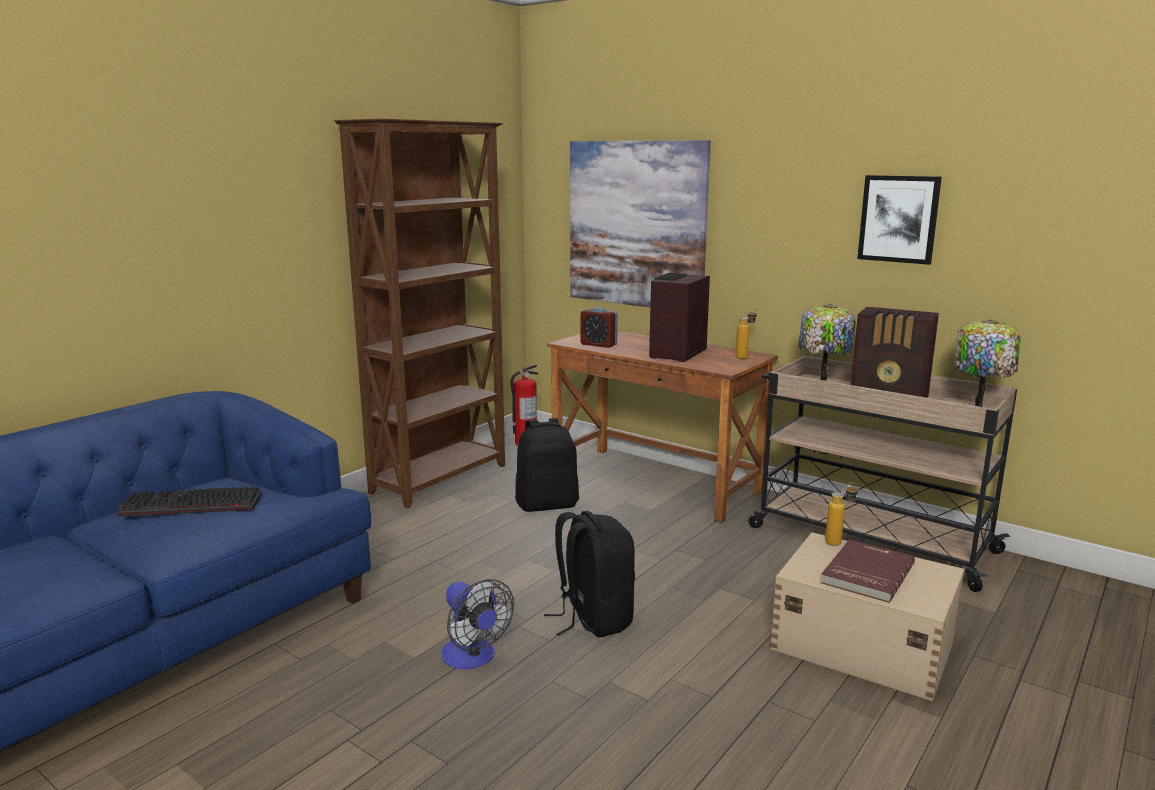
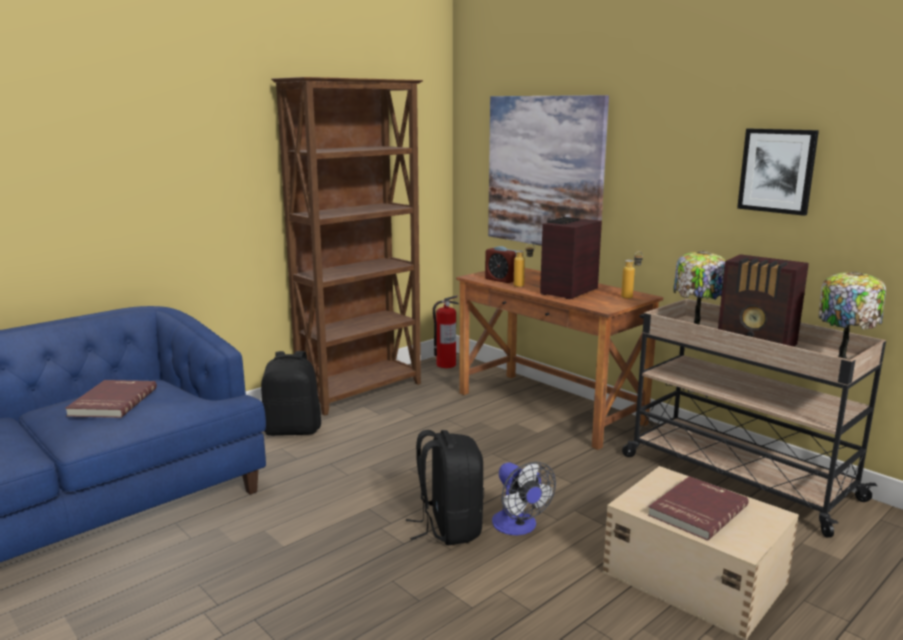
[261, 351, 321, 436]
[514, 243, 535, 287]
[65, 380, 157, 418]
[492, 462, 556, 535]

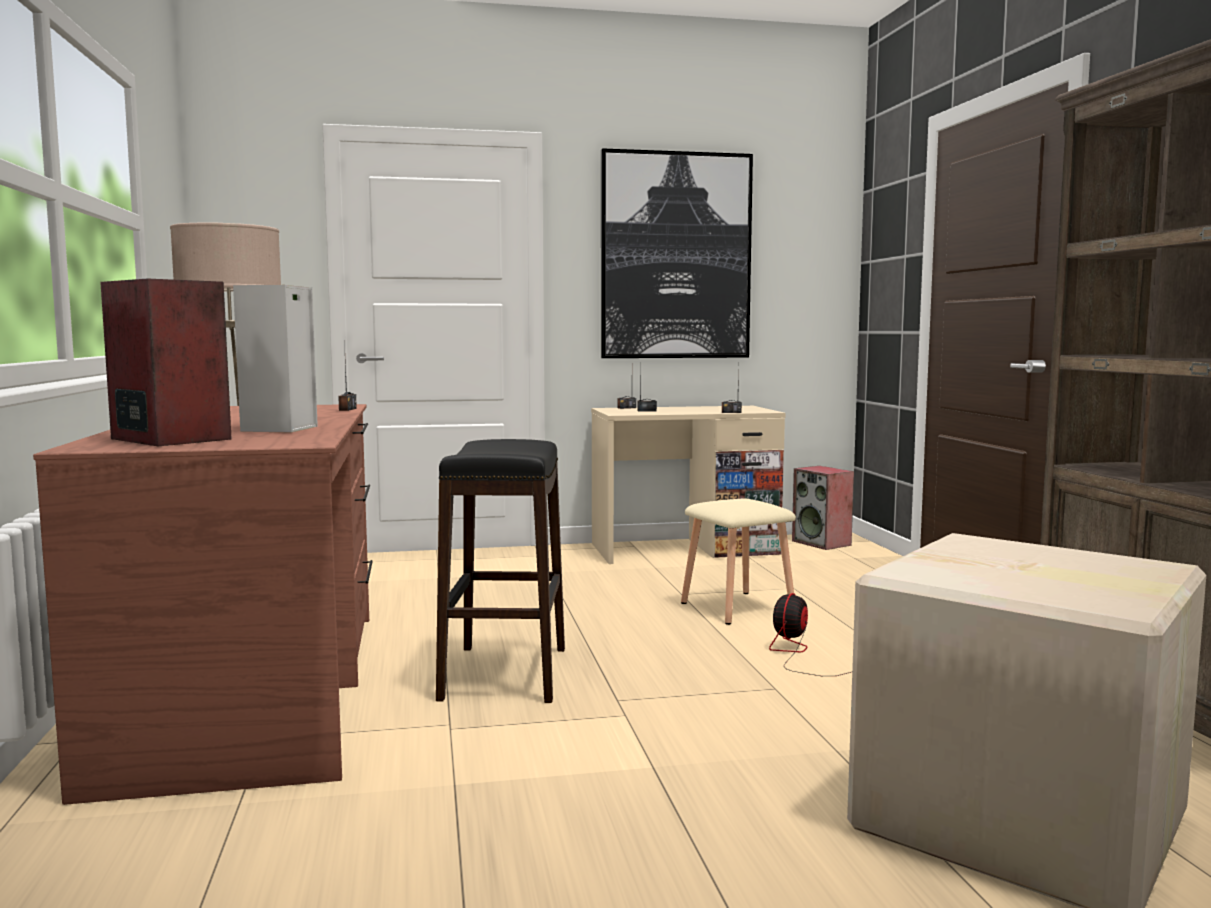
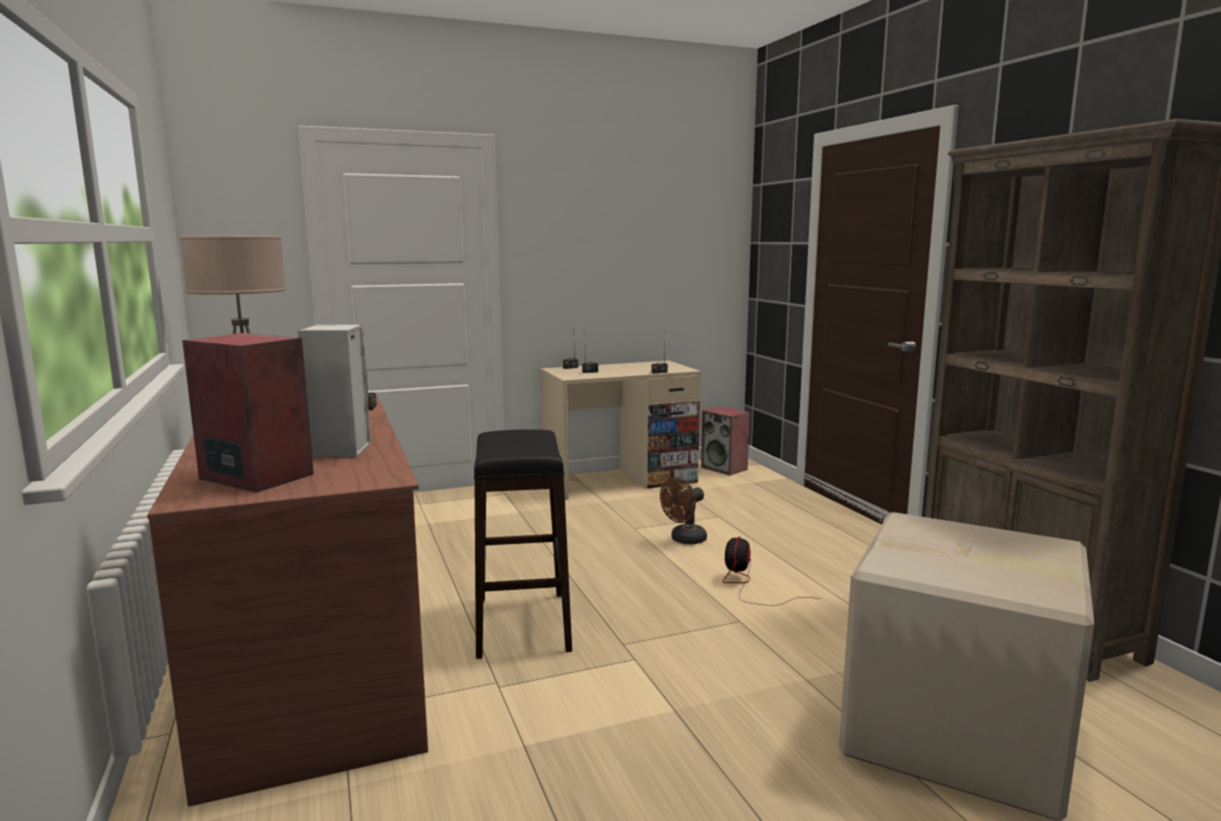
[601, 148, 753, 358] (first image)
[660, 477, 707, 545]

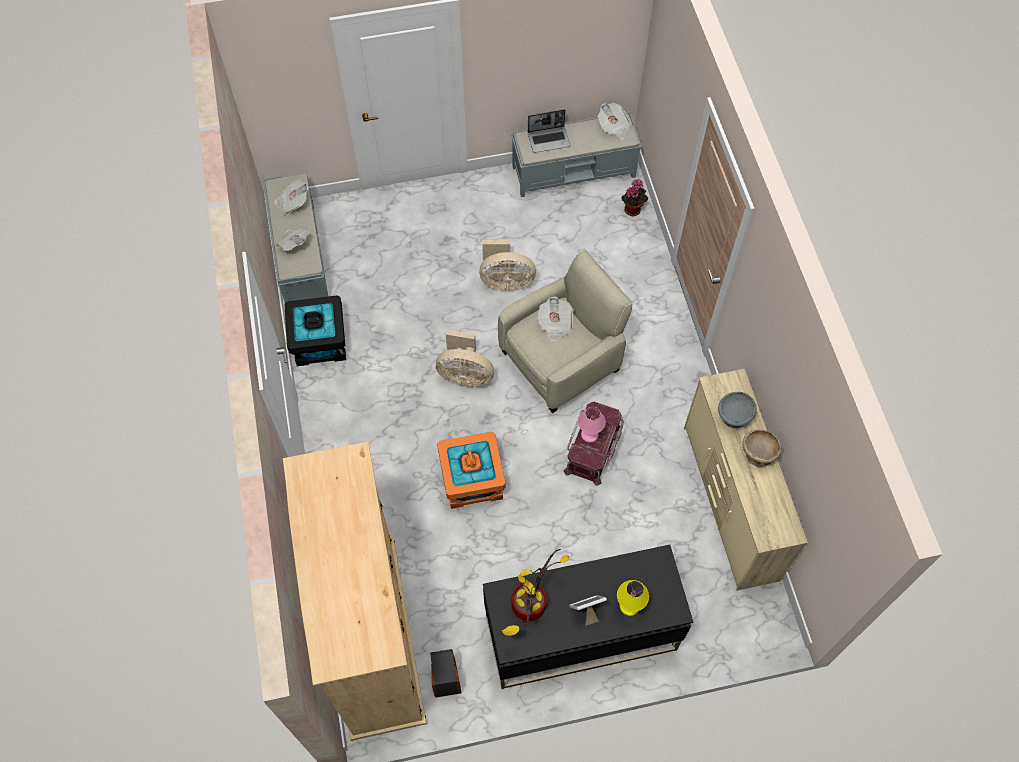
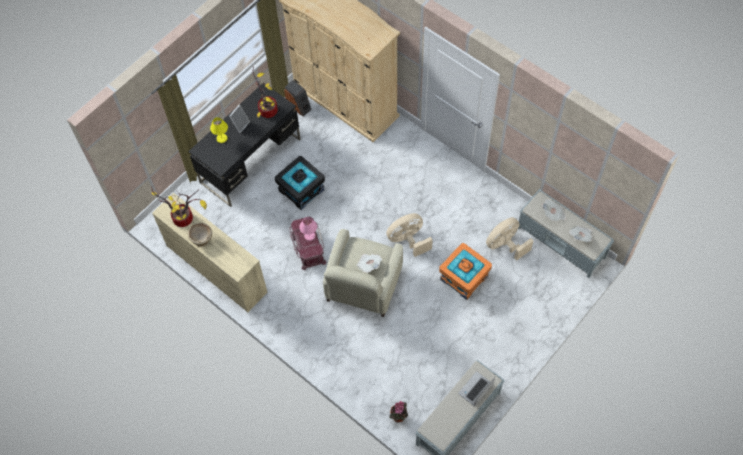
[598, 103, 631, 140] (first image)
[486, 217, 534, 261]
[275, 156, 325, 210]
[718, 392, 757, 428] (first image)
[439, 243, 492, 300]
[151, 186, 207, 227]

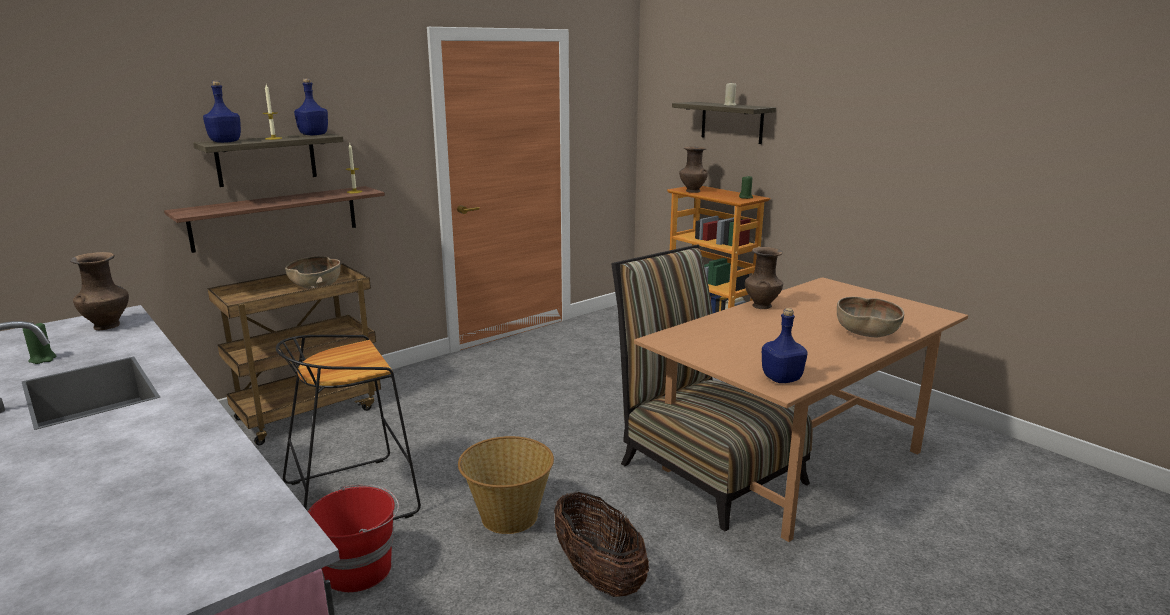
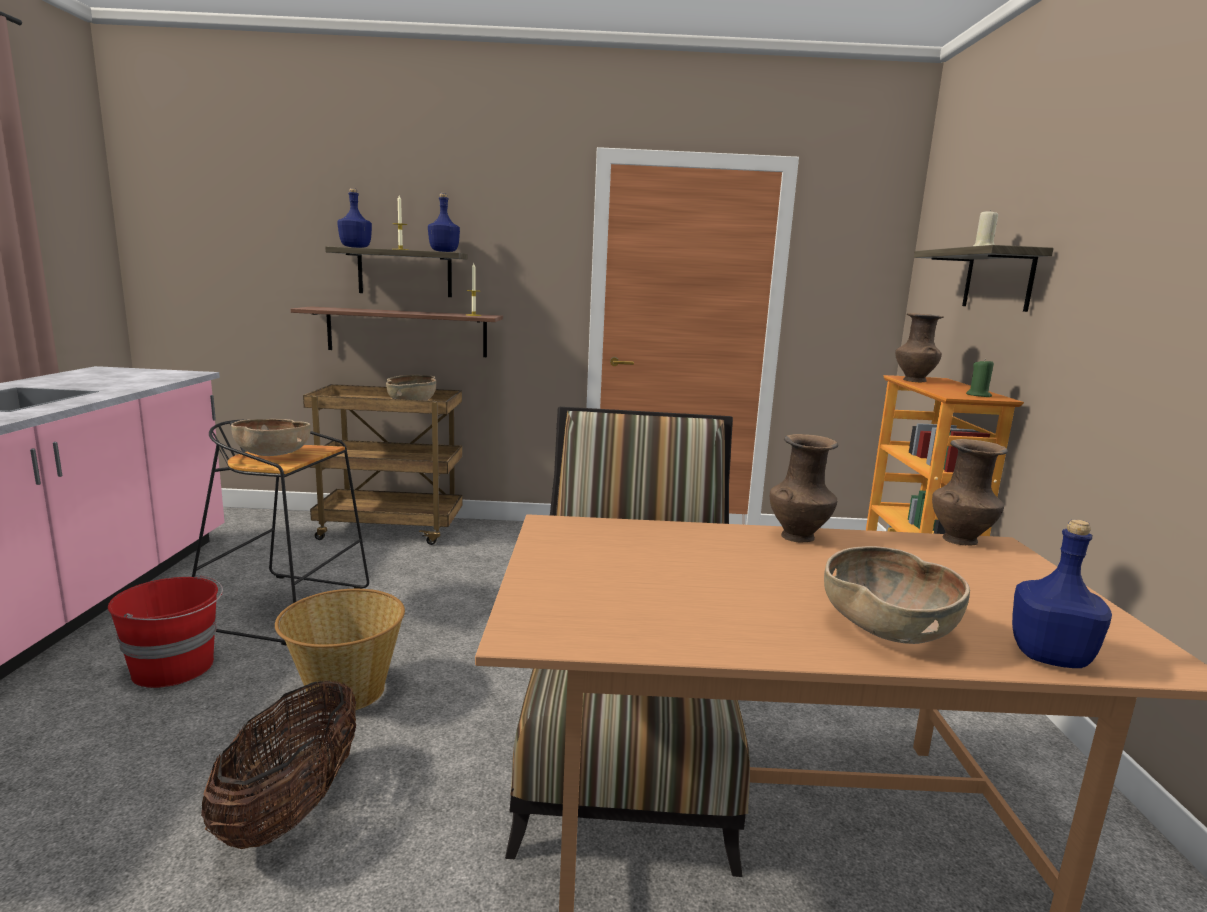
[932, 439, 1008, 545]
[1012, 519, 1112, 668]
[23, 322, 56, 364] (first image)
[231, 419, 311, 456]

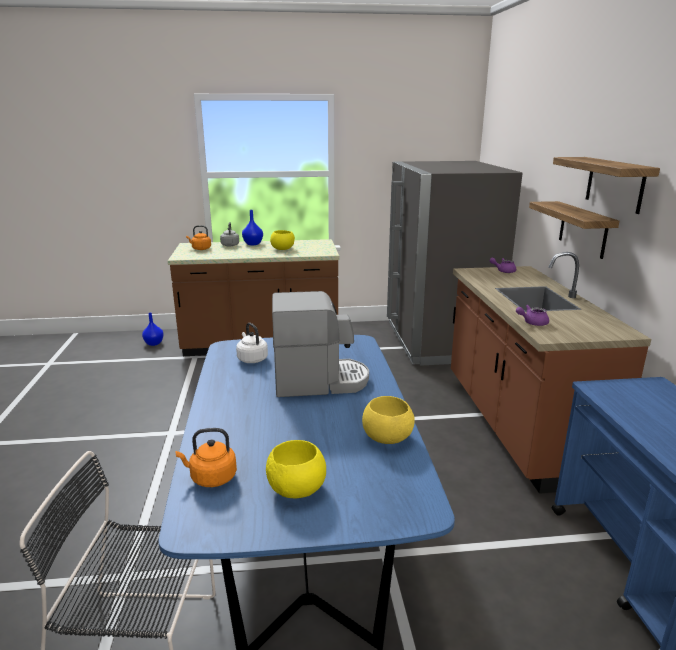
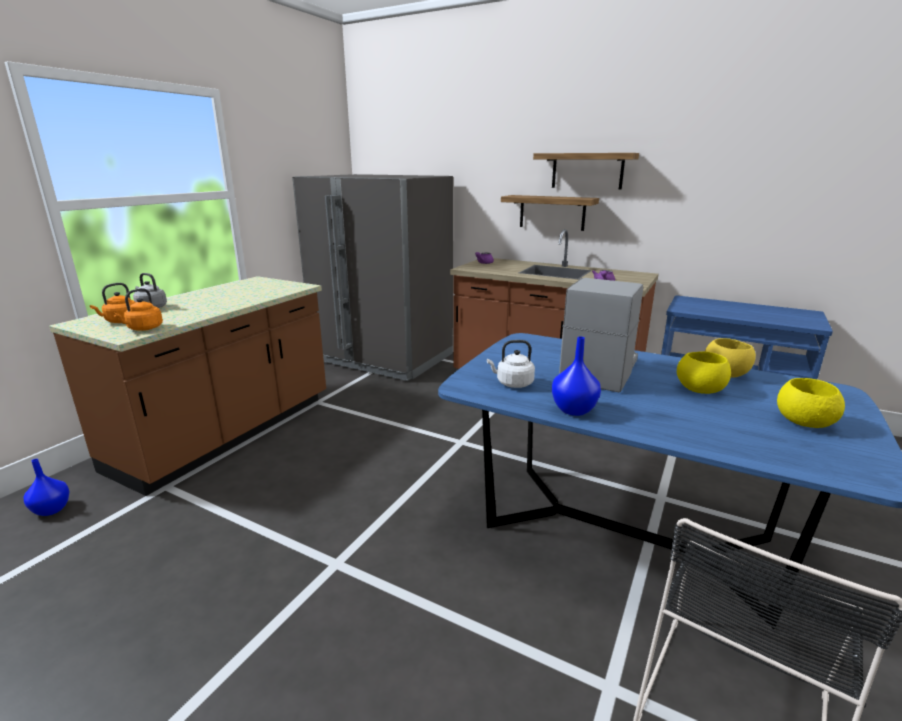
[552, 336, 601, 416]
[677, 351, 731, 394]
[113, 288, 163, 331]

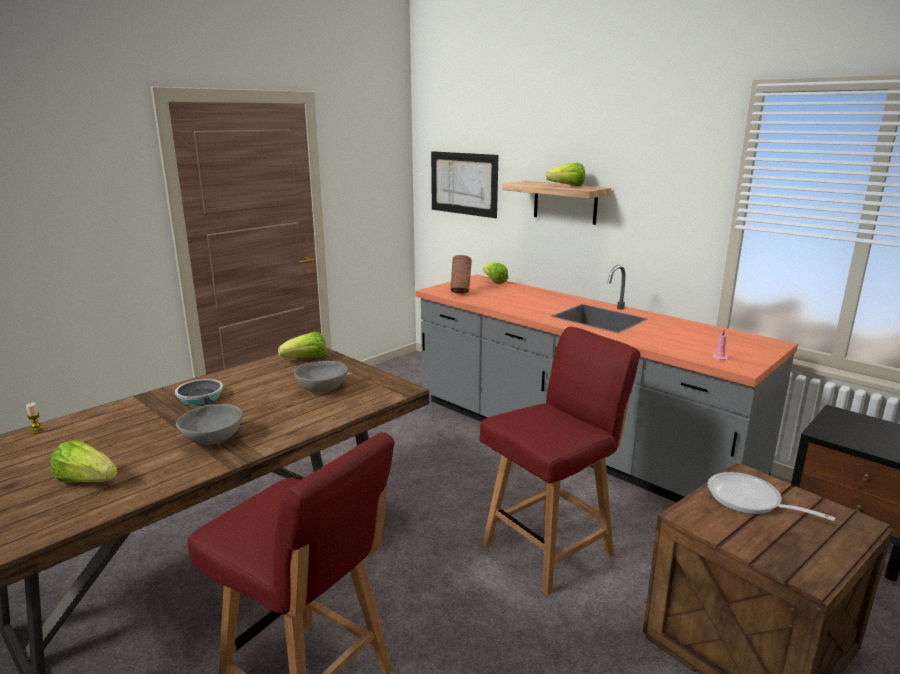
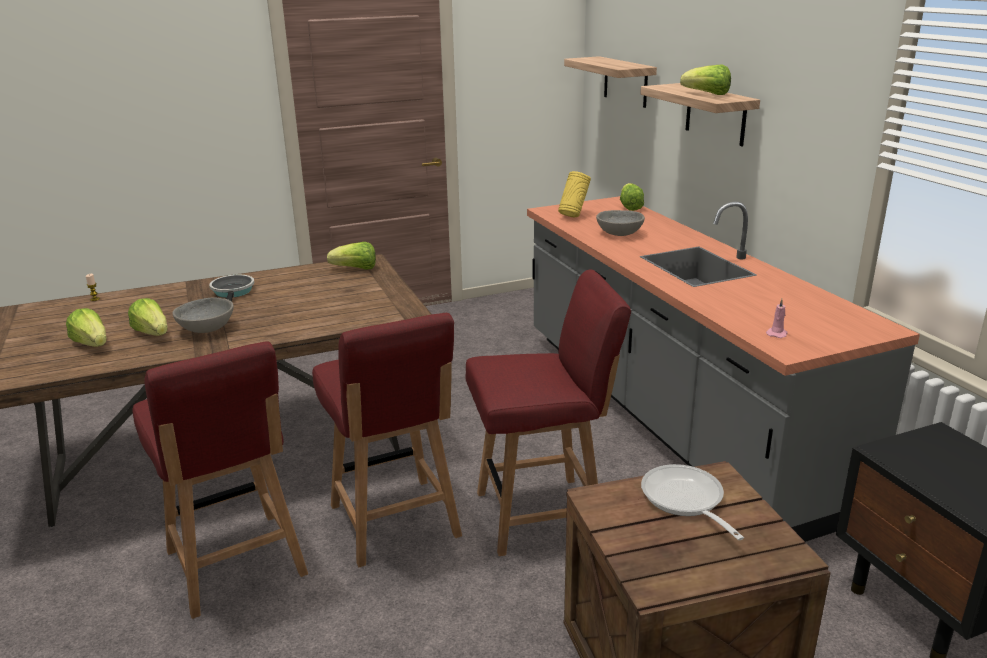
[564, 56, 657, 108]
[558, 171, 591, 217]
[596, 210, 645, 236]
[128, 298, 168, 336]
[312, 313, 462, 567]

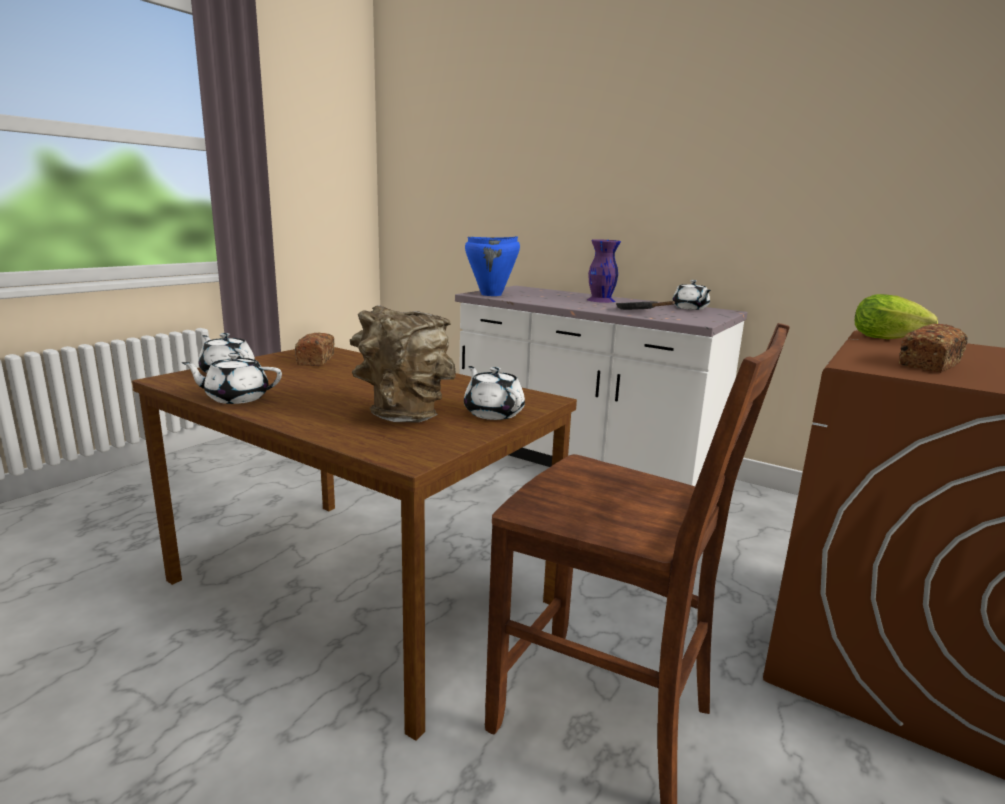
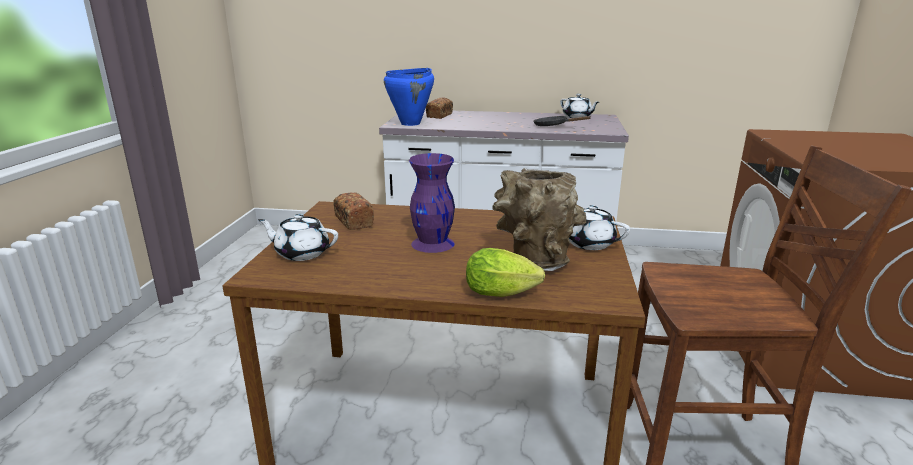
[409, 153, 455, 253]
[466, 248, 545, 297]
[426, 98, 453, 119]
[181, 353, 282, 404] (first image)

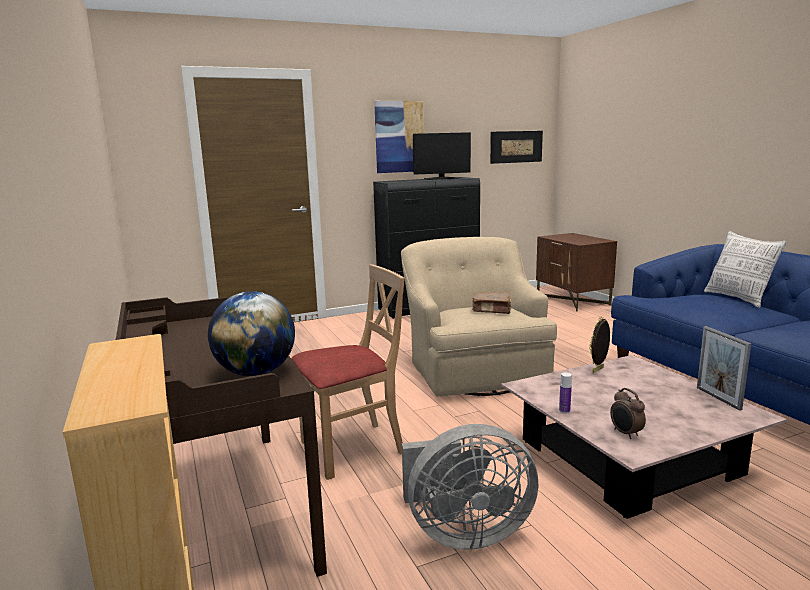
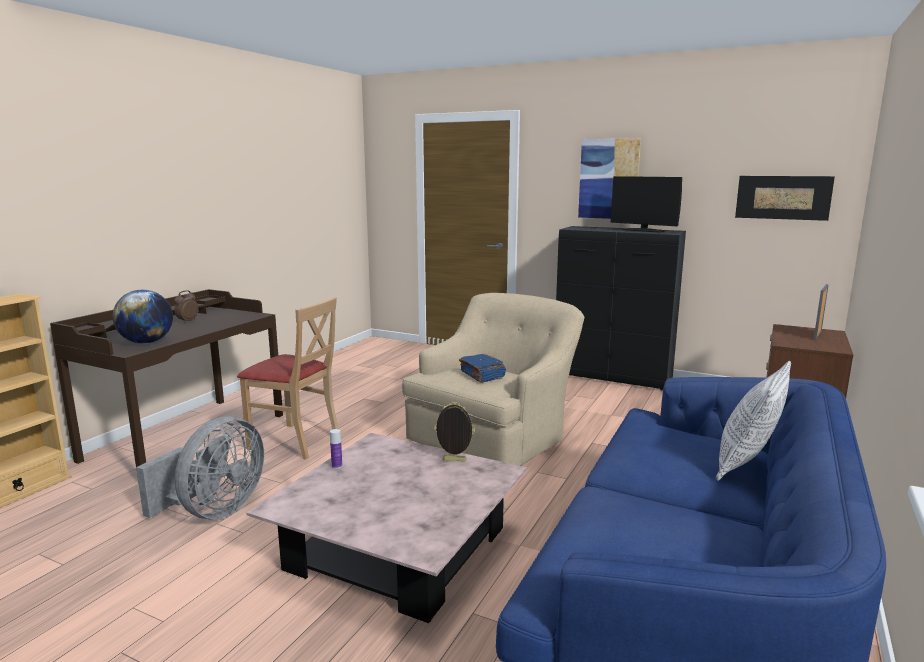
[459, 354, 506, 383]
[814, 284, 829, 340]
[174, 290, 199, 323]
[136, 416, 264, 519]

